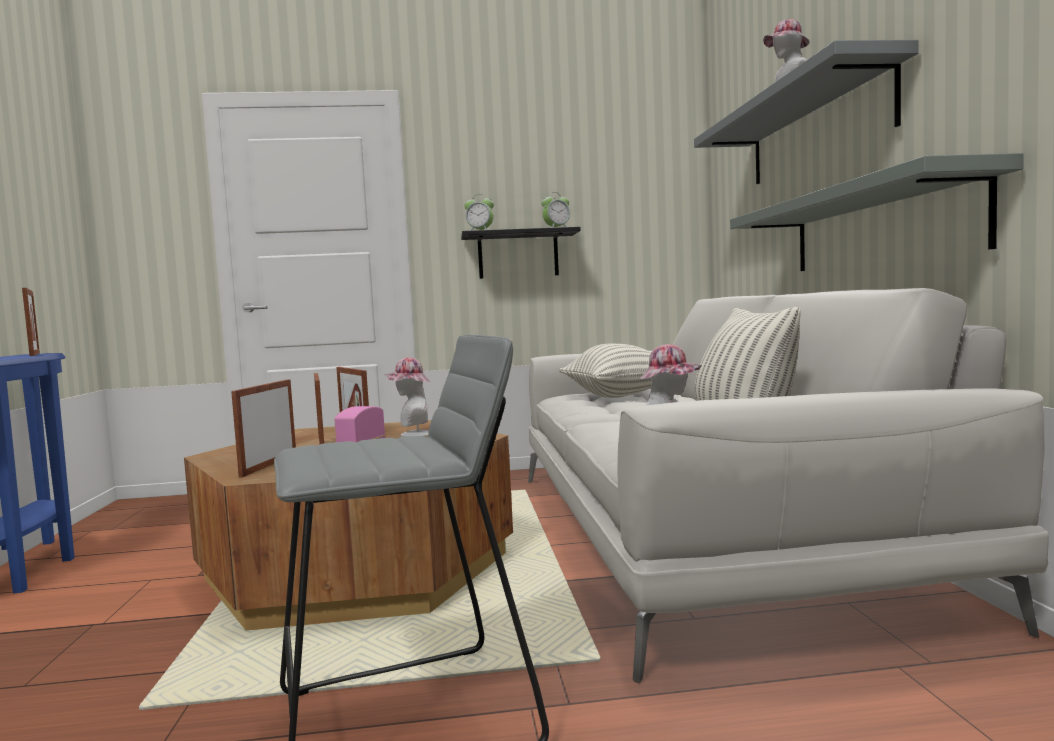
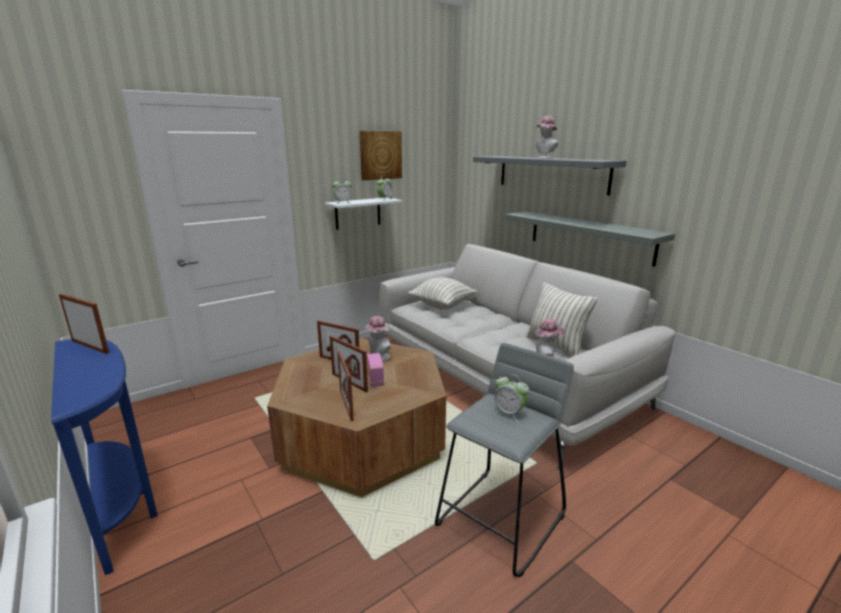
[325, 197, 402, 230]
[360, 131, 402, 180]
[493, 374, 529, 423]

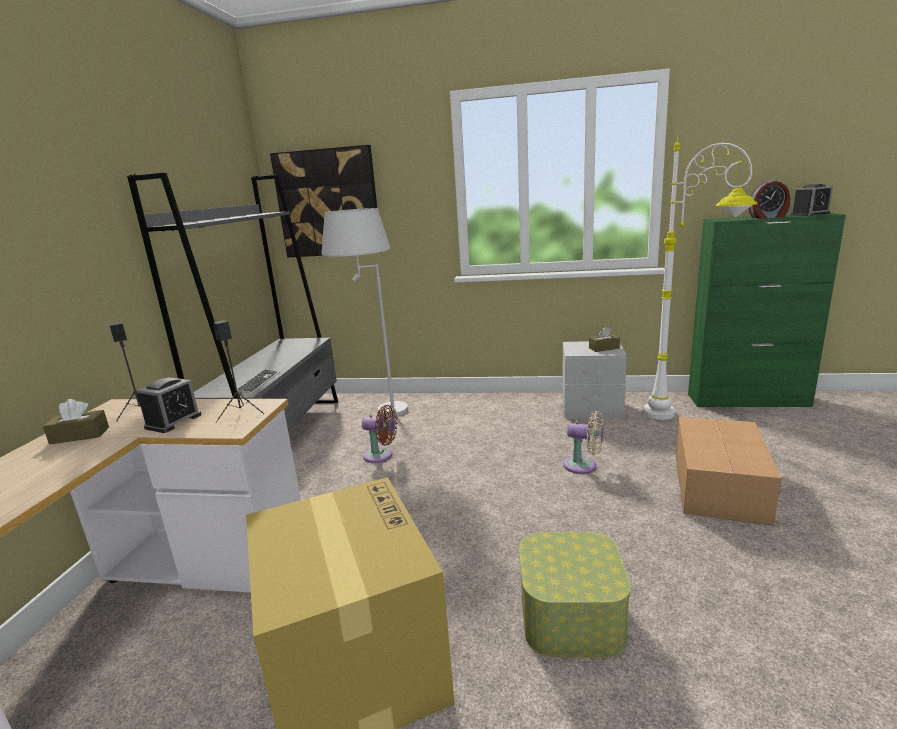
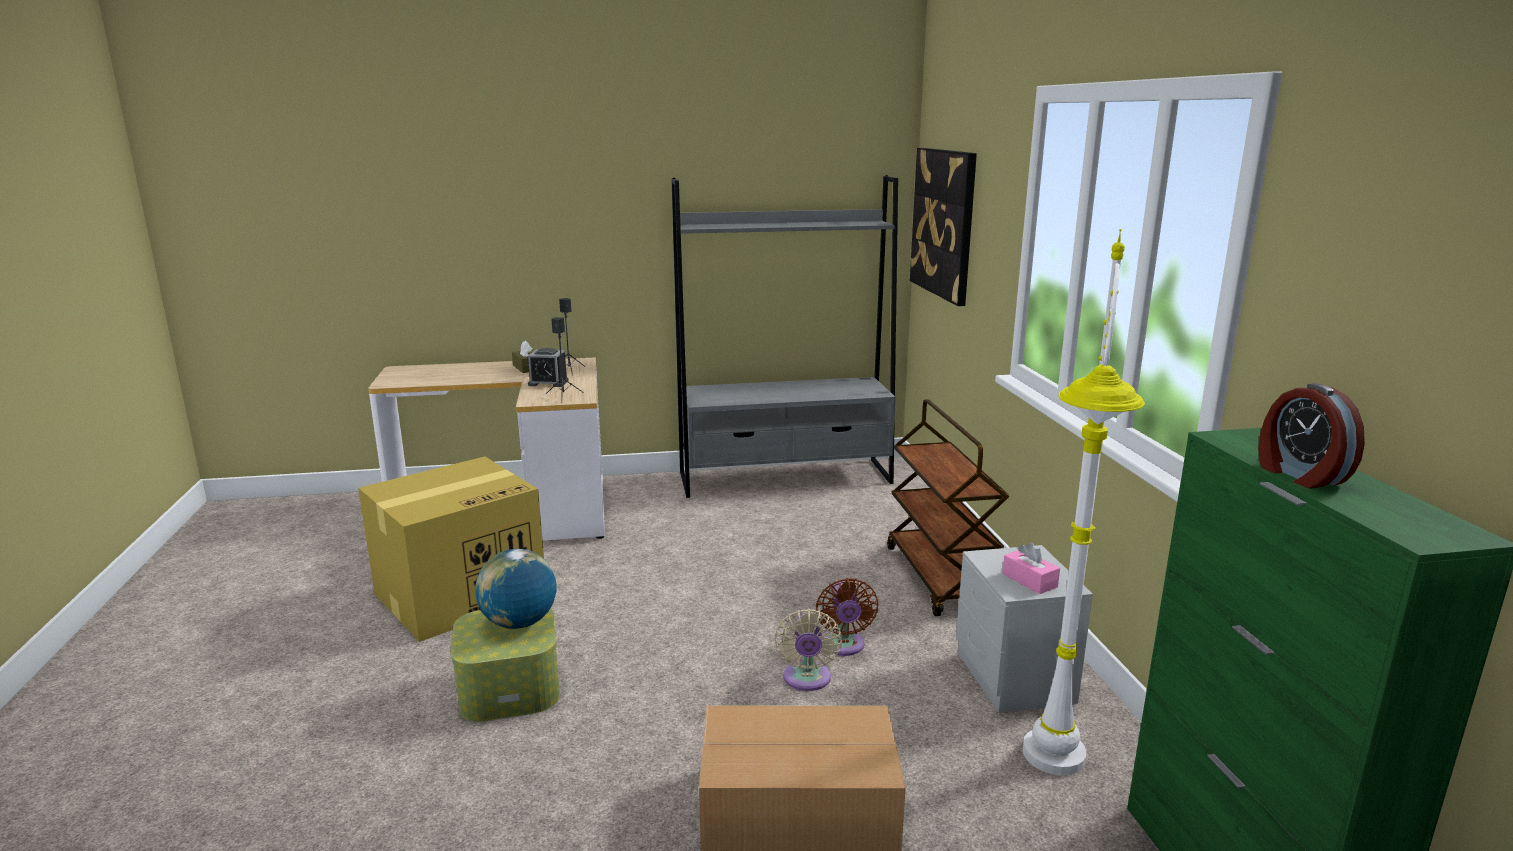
[791, 184, 833, 216] (first image)
[322, 208, 408, 417] (first image)
[1002, 542, 1060, 594]
[237, 369, 279, 394] (first image)
[816, 578, 878, 656]
[887, 399, 1009, 616]
[475, 549, 557, 629]

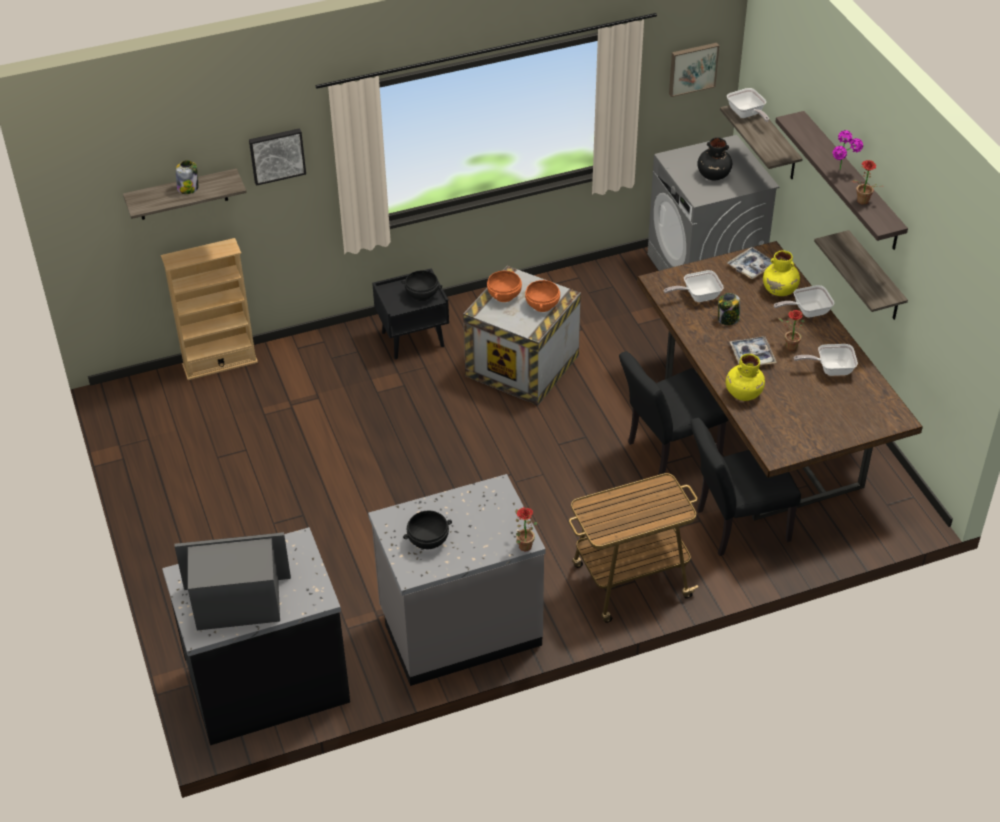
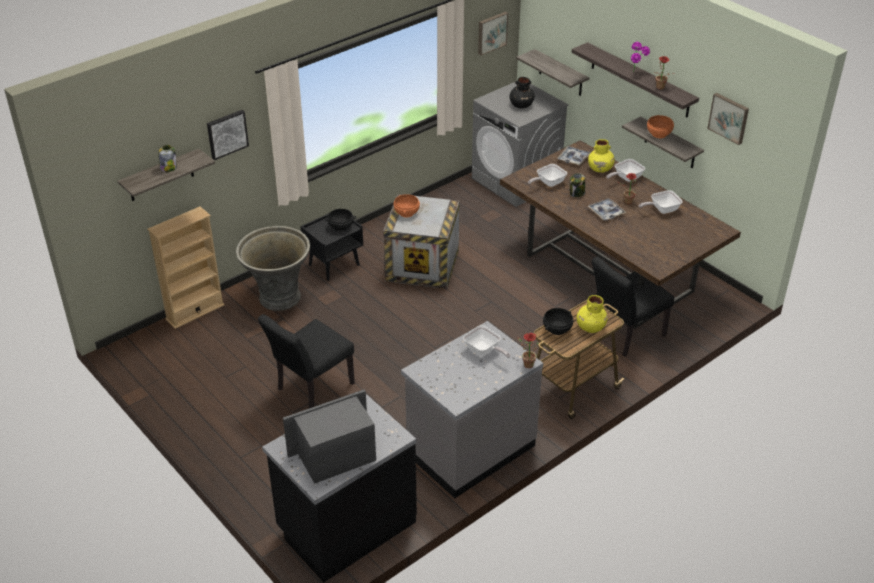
[463, 325, 510, 358]
[647, 115, 674, 138]
[258, 314, 355, 408]
[577, 295, 607, 333]
[543, 308, 573, 335]
[707, 93, 749, 145]
[236, 226, 310, 311]

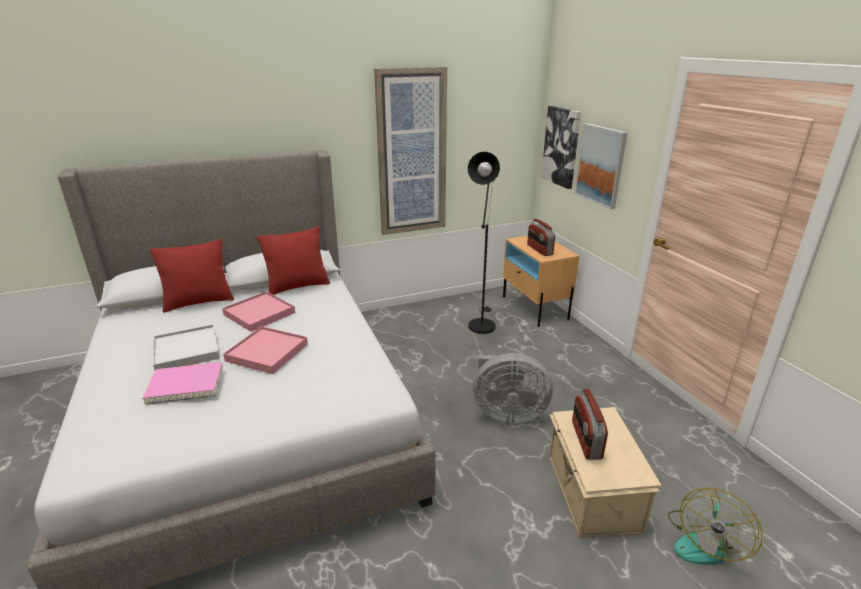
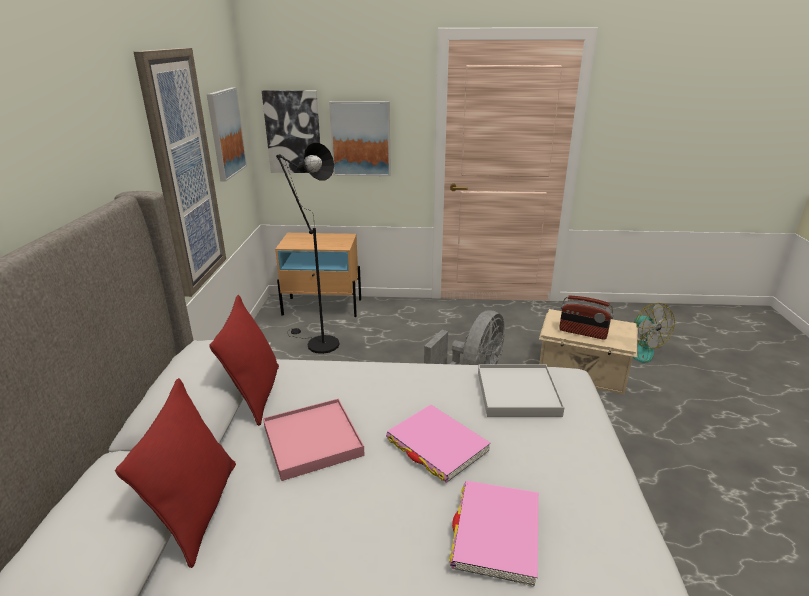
[527, 219, 555, 256] (first image)
[478, 365, 565, 417]
[386, 404, 491, 483]
[207, 87, 247, 182]

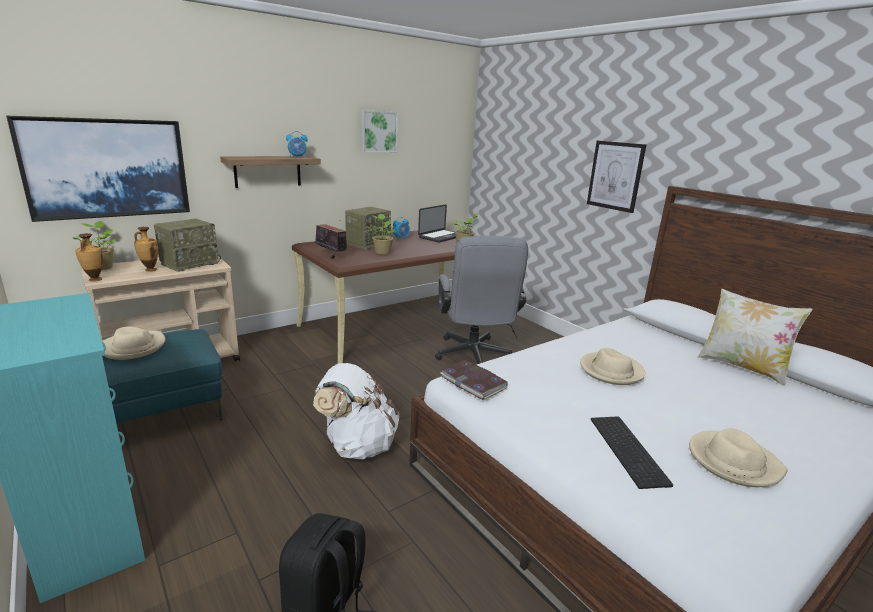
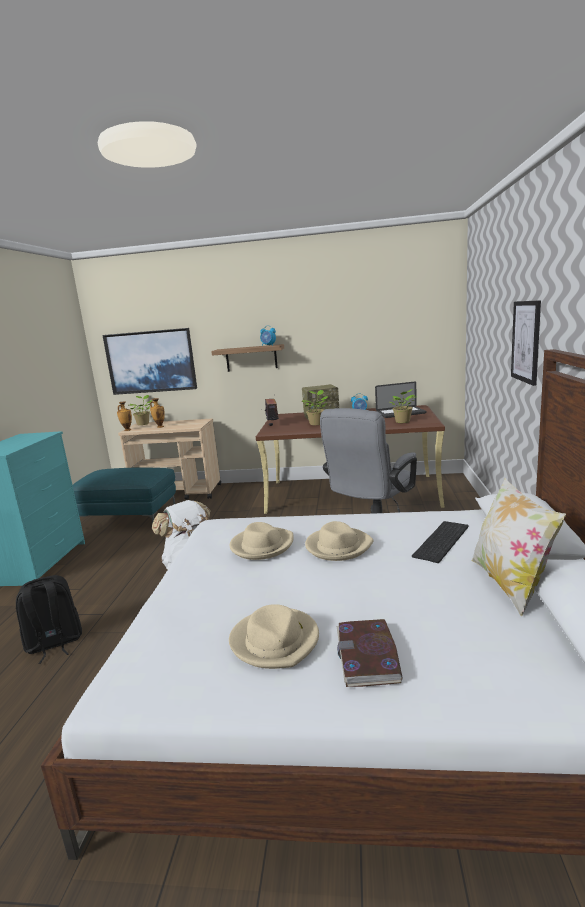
[361, 110, 398, 152] (first image)
[154, 219, 221, 272] (first image)
[230, 522, 294, 560]
[337, 619, 403, 687]
[412, 521, 469, 563]

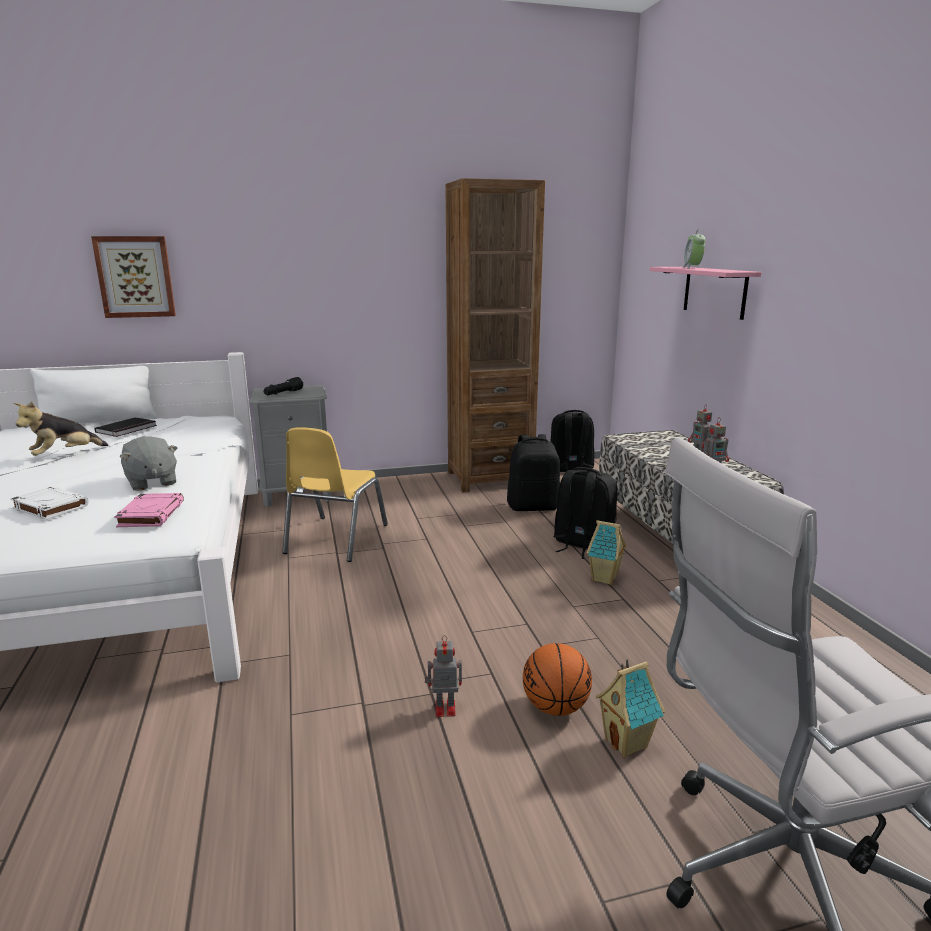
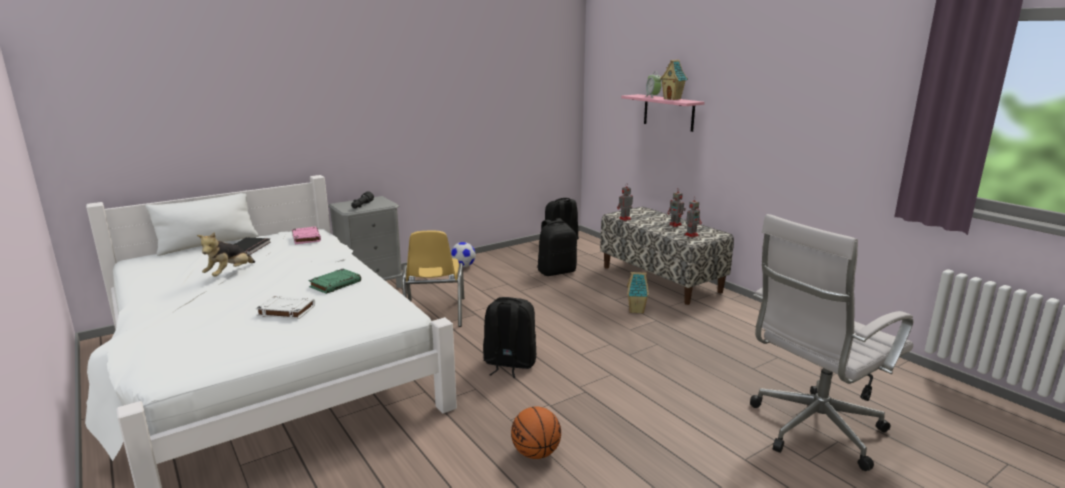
[446, 178, 545, 492] (first image)
[91, 236, 176, 318] (first image)
[308, 269, 361, 294]
[483, 297, 536, 378]
[292, 226, 321, 244]
[617, 183, 633, 221]
[511, 407, 561, 459]
[660, 60, 688, 100]
[451, 242, 476, 267]

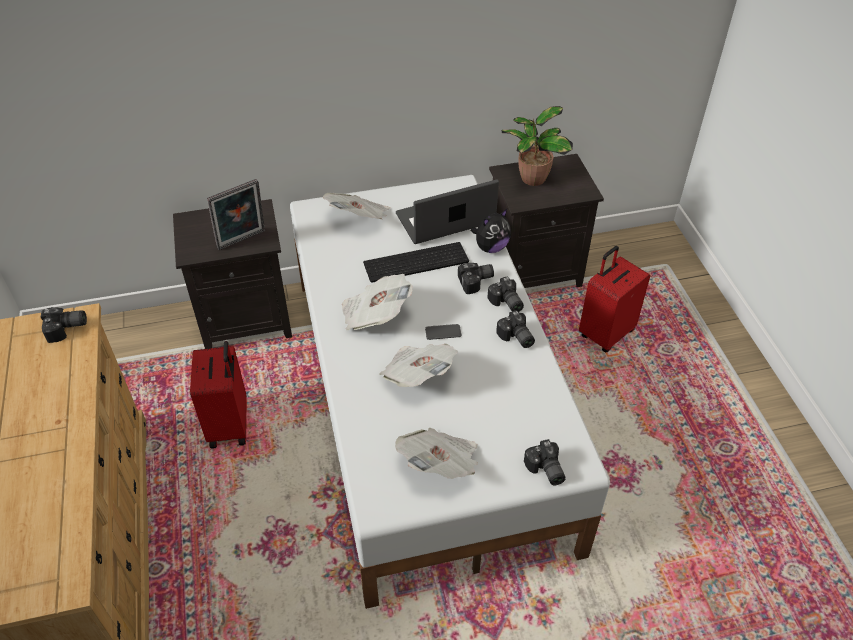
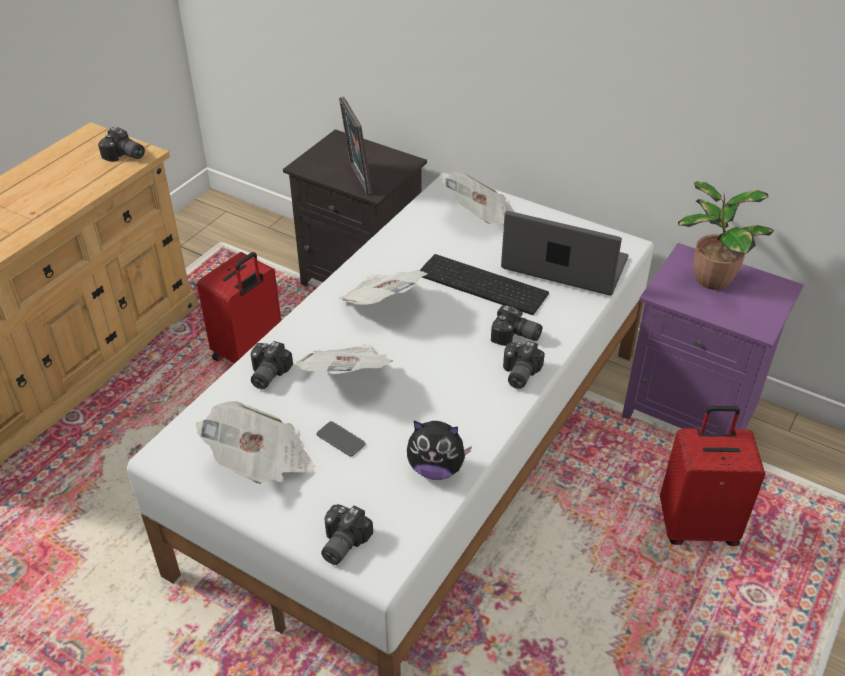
[622, 243, 804, 435]
[339, 97, 372, 194]
[407, 421, 472, 480]
[251, 341, 293, 389]
[316, 421, 366, 457]

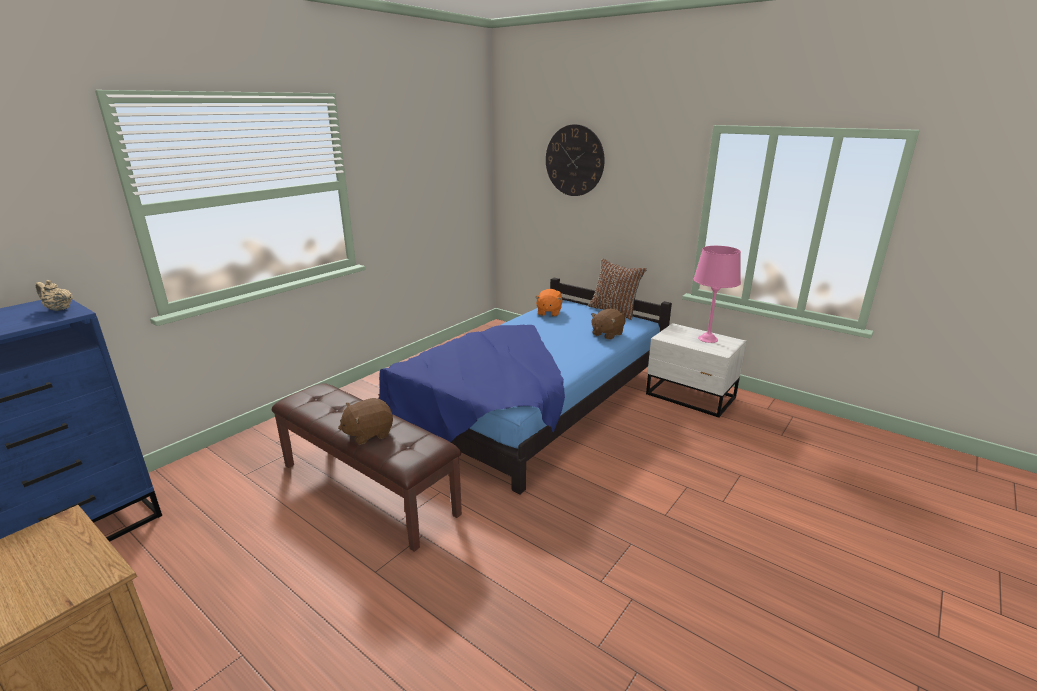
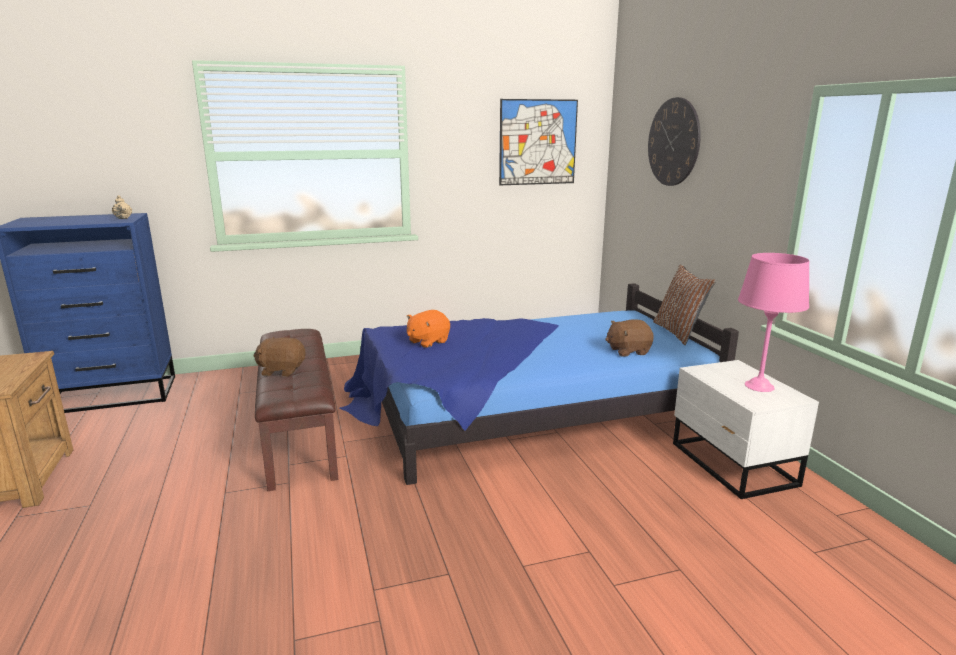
[407, 310, 450, 348]
[499, 99, 578, 185]

